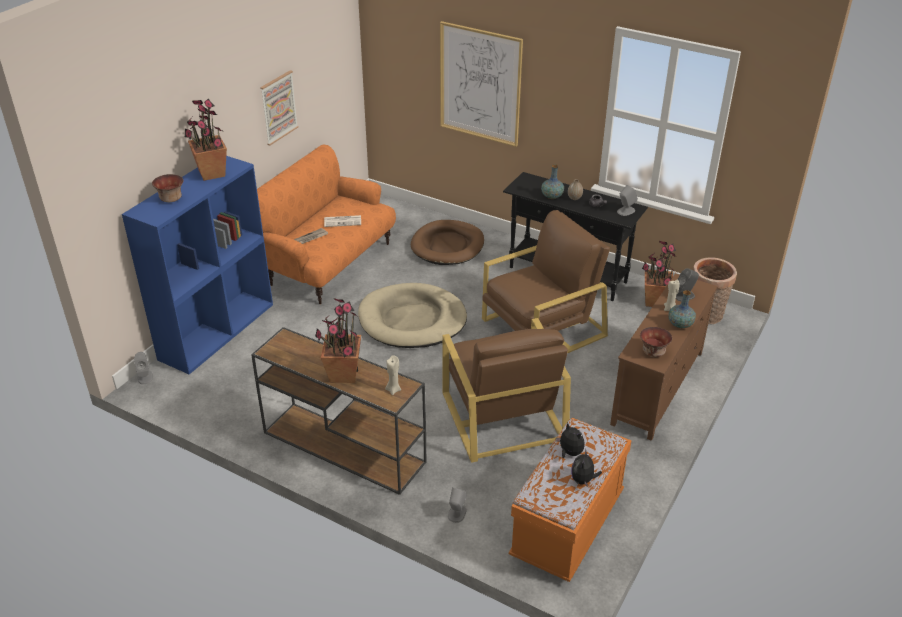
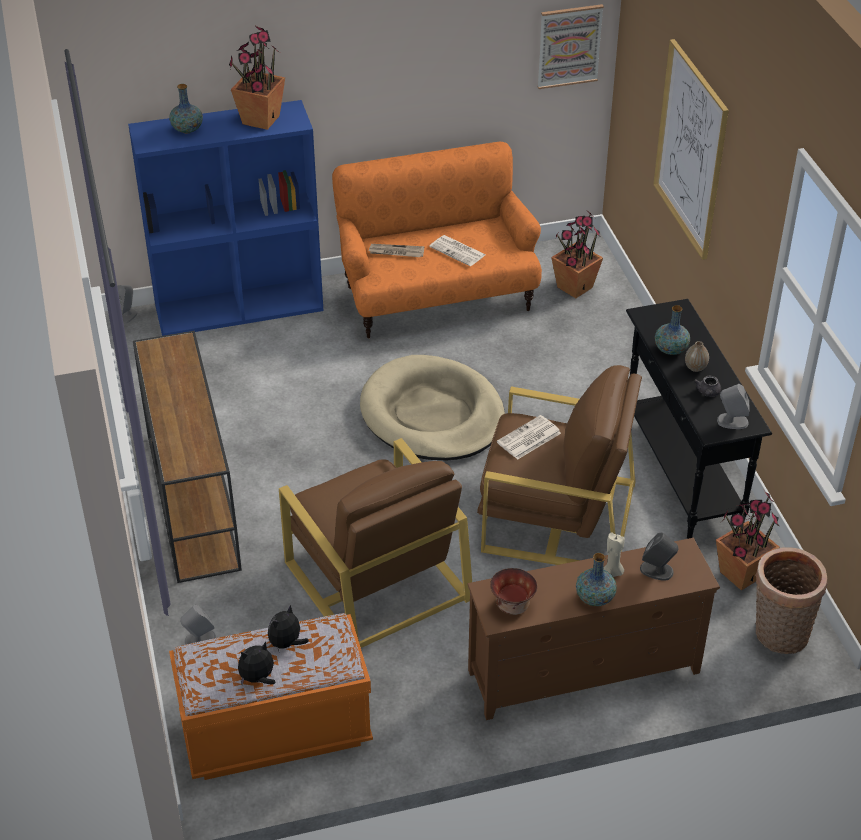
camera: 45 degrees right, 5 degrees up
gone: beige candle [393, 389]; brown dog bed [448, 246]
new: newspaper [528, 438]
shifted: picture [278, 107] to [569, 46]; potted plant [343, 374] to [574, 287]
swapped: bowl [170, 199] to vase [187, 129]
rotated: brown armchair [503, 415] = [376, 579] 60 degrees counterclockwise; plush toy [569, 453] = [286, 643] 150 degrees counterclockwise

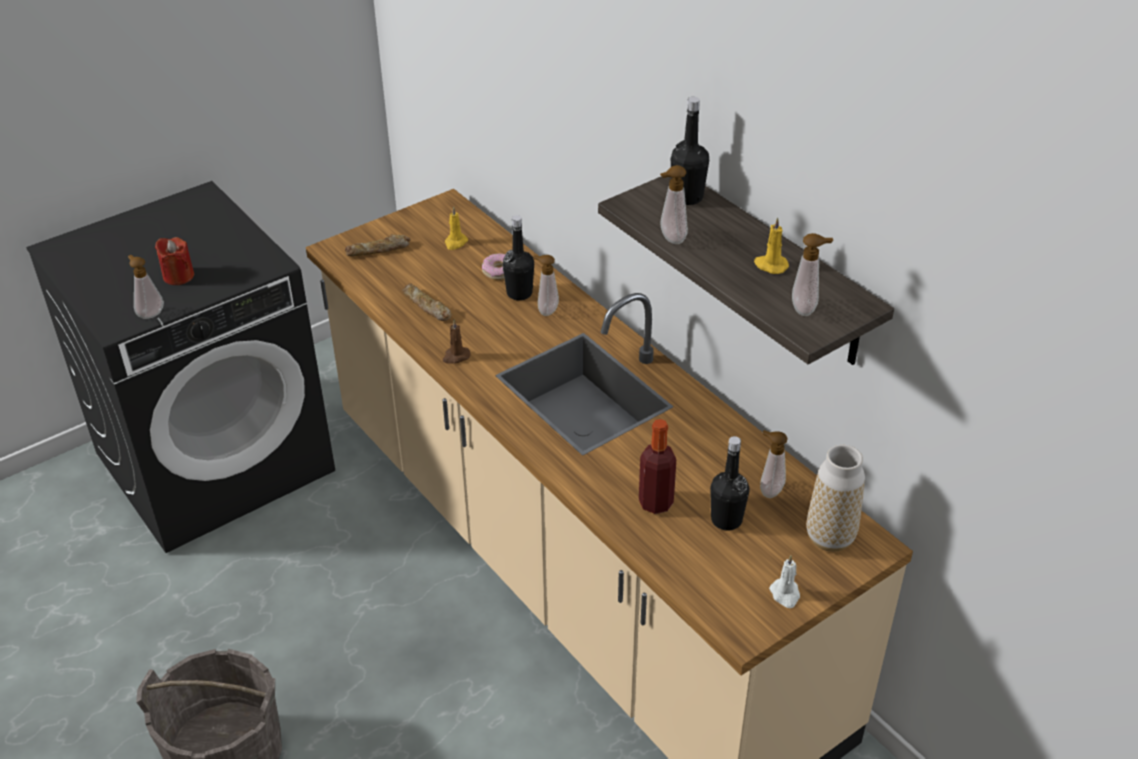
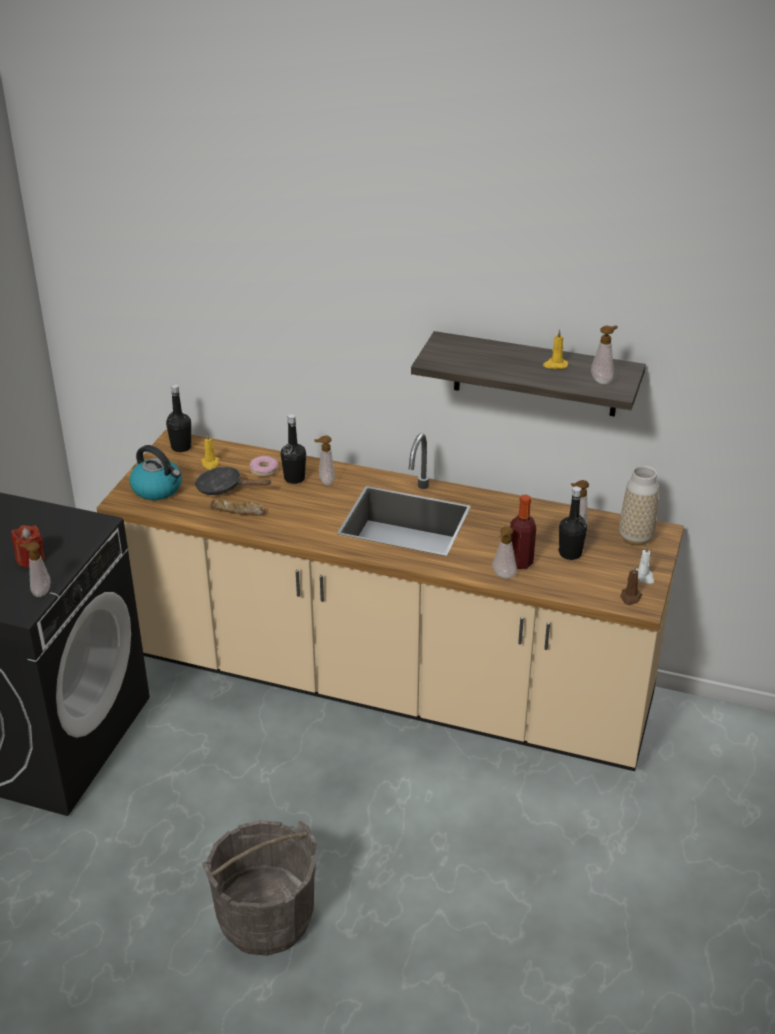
camera: 35 degrees left, 5 degrees down
new: black frying pan [224, 488]
shifted: brown candle [456, 356] to [630, 597]; soap dispenser [670, 239] to [502, 576]; black bottle [687, 197] to [181, 447]
swapped: bread [378, 250] to kettle [158, 489]

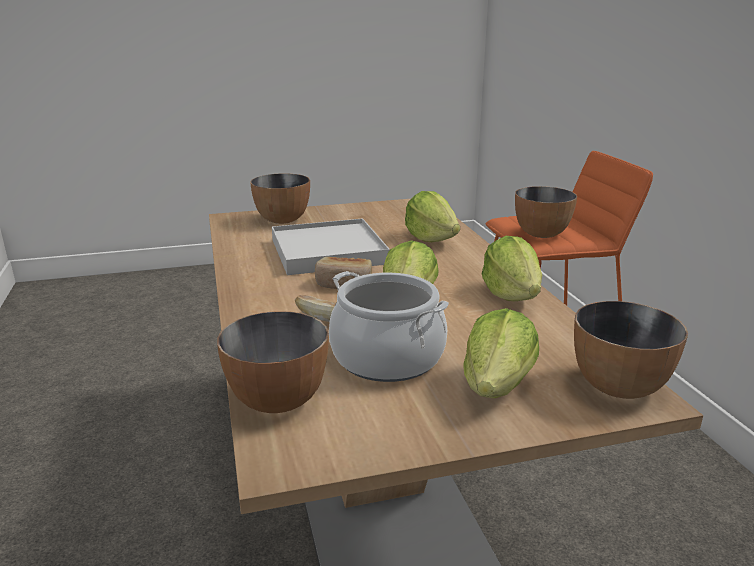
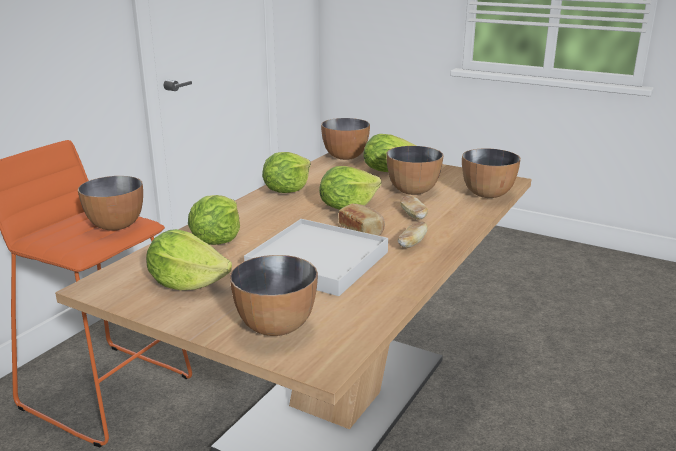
camera: 135 degrees left, 0 degrees up
new: lettuce [187, 284]; bread [412, 243]
swapped: cooking pot [387, 357] to bowl [412, 190]

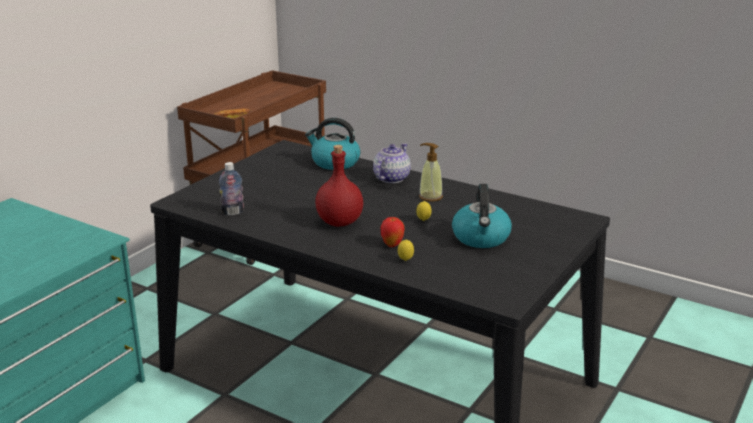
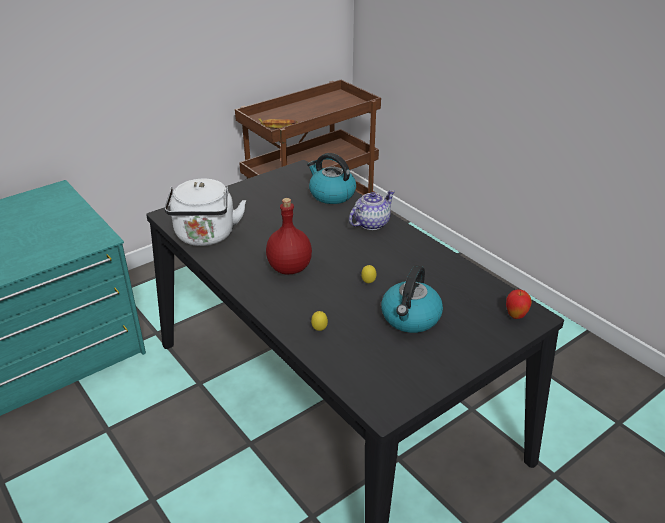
camera: 20 degrees right, 10 degrees up
gone: soap dispenser [430, 197]
shifted: apple [392, 245] to [516, 316]
swapped: bottle [233, 212] to white kettle [205, 237]

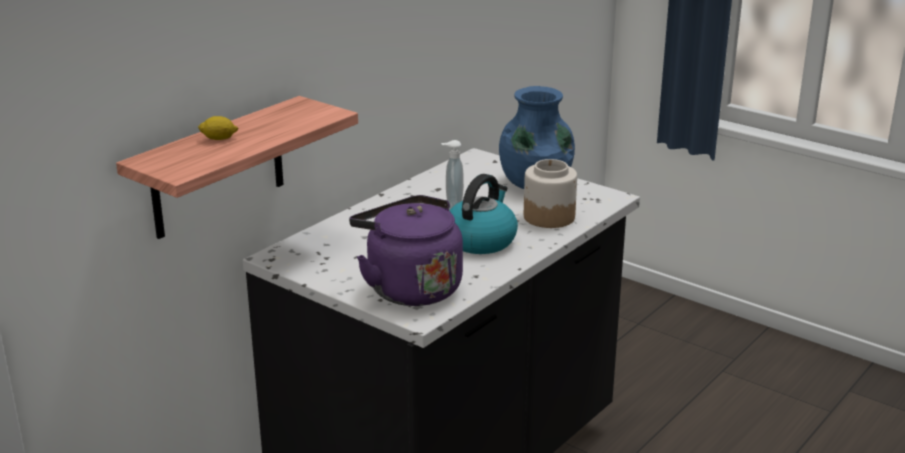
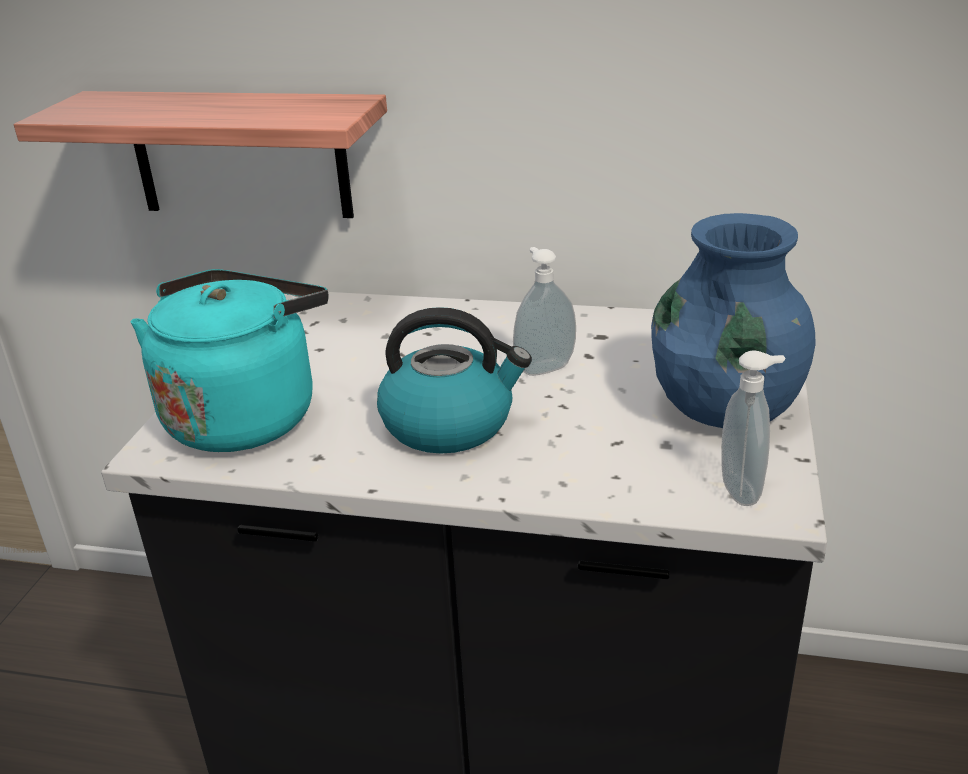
camera: 65 degrees right, 5 degrees up
gone: lemon [219, 139]; jar [549, 217]
new: soap dispenser [744, 490]
repainted: purple kettle [409, 288] to turquoise kettle [245, 415]

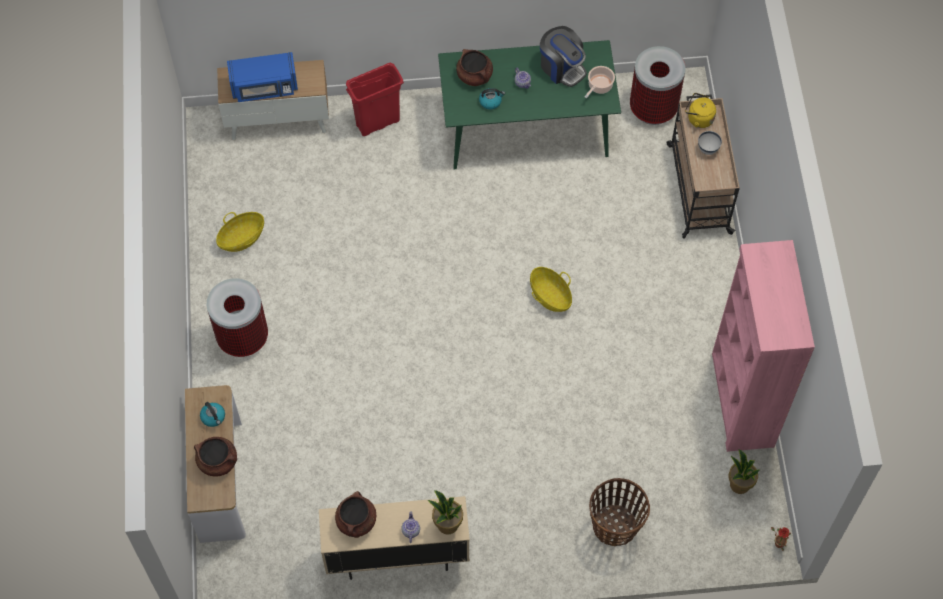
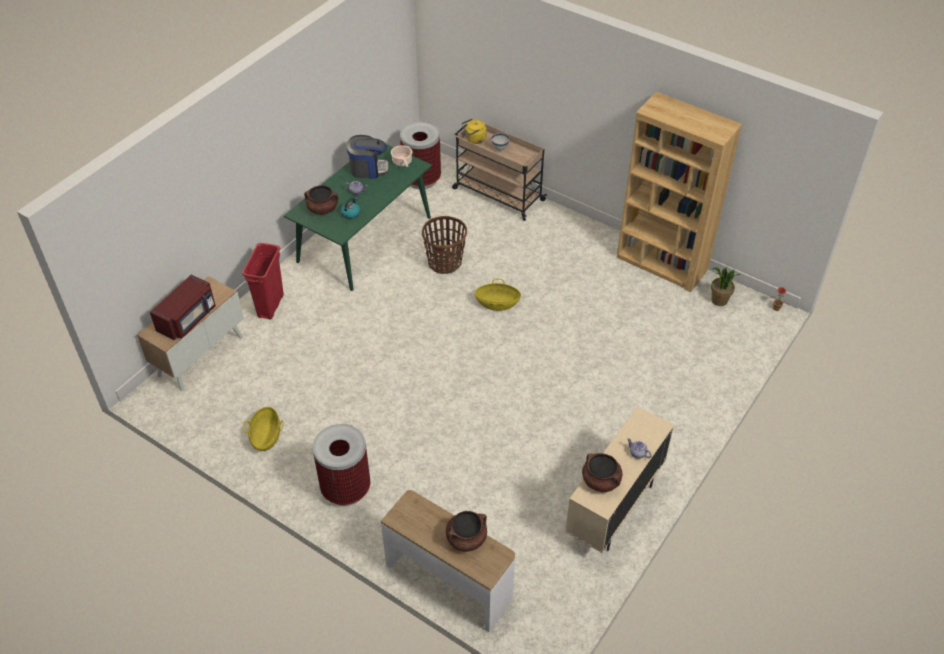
camera: 50 degrees left, 15 degrees down
gone: kettle [213, 417]; potted plant [447, 524]
shifted: basket [615, 526] to [445, 262]
repainted: blue microwave [264, 87] to red microwave [188, 319]; pink bookcase [741, 400] to brown bookcase [661, 264]

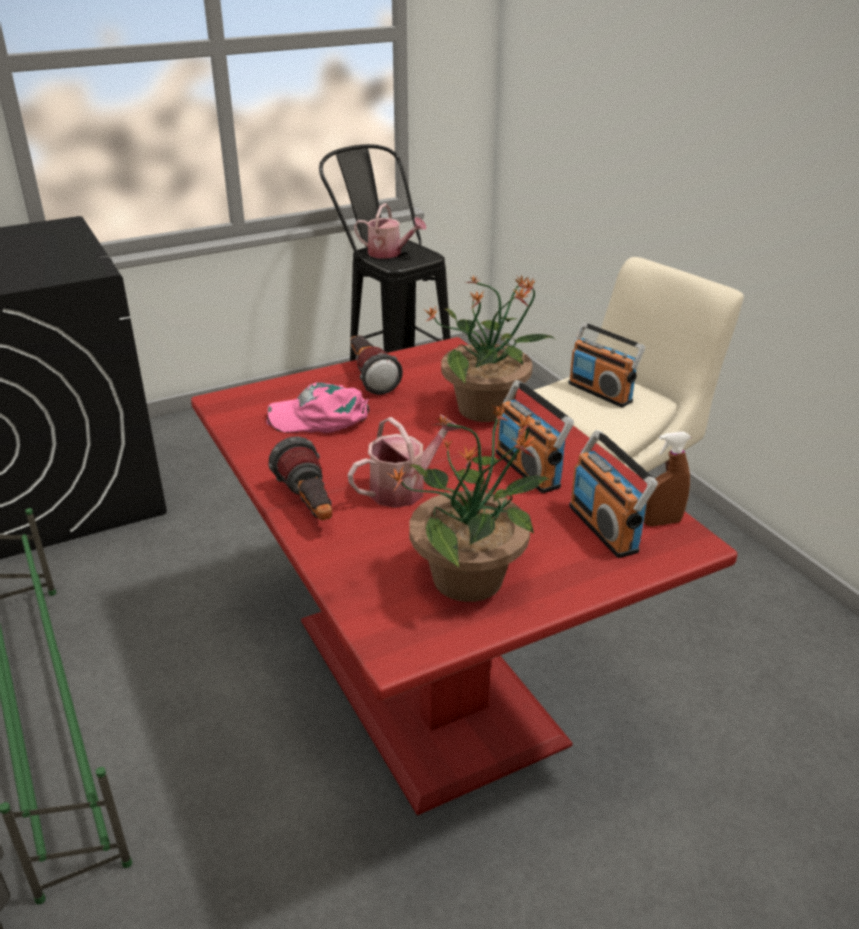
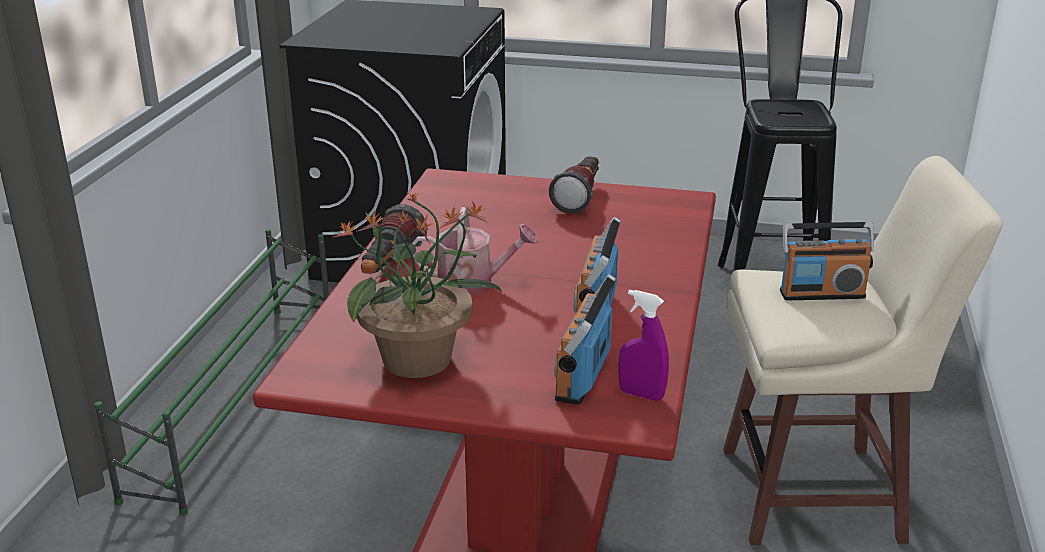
camera: 40 degrees right, 5 degrees down
gone: pink cap [320, 417]; watering can [389, 253]; potted plant [487, 408]
repainted: brown spray bottle [662, 522] to purple spray bottle [641, 394]
rotated: radio [600, 392] = [821, 294] 90 degrees counterclockwise

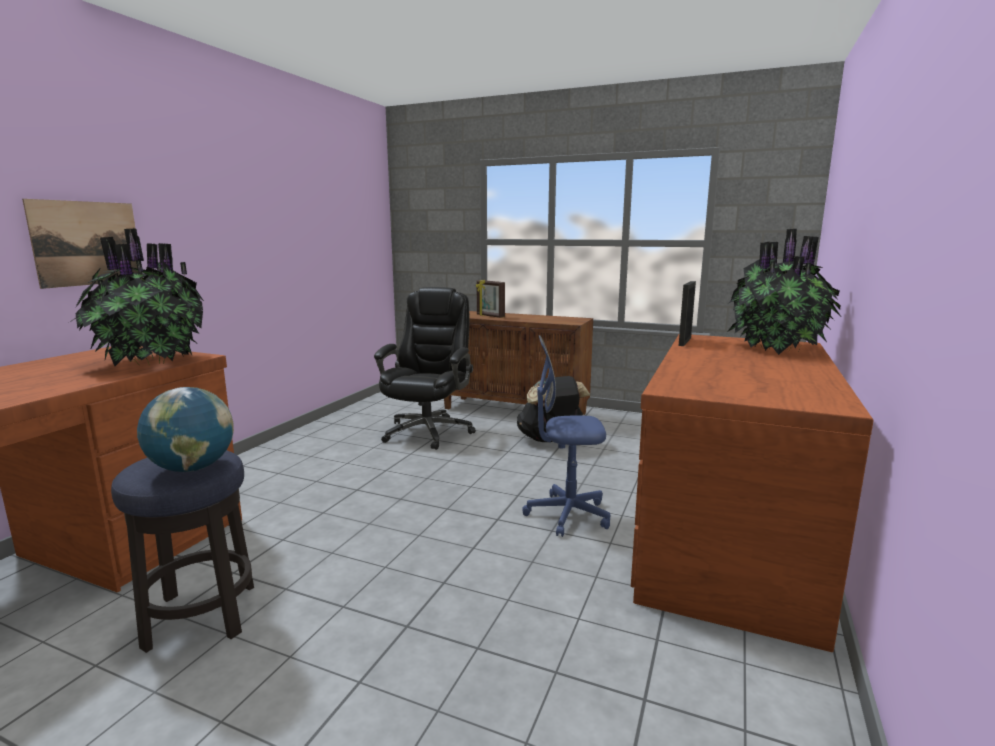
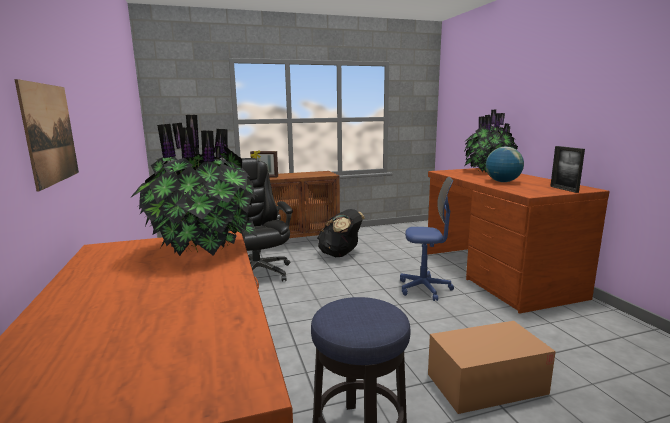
camera: 40 degrees left, 0 degrees up
new: cardboard box [486, 384]
shifted: globe [192, 468] to [502, 182]; picture frame [684, 341] to [564, 189]
rotated: blue office chair [567, 515] = [424, 289] 135 degrees counterclockwise

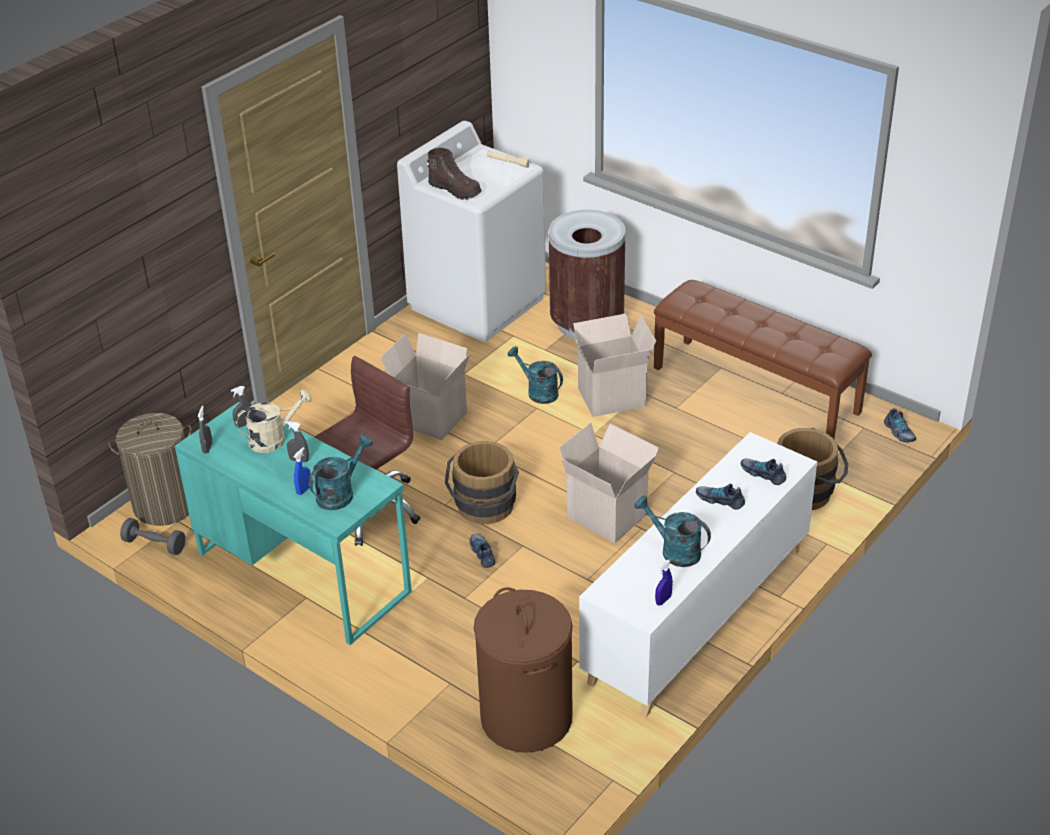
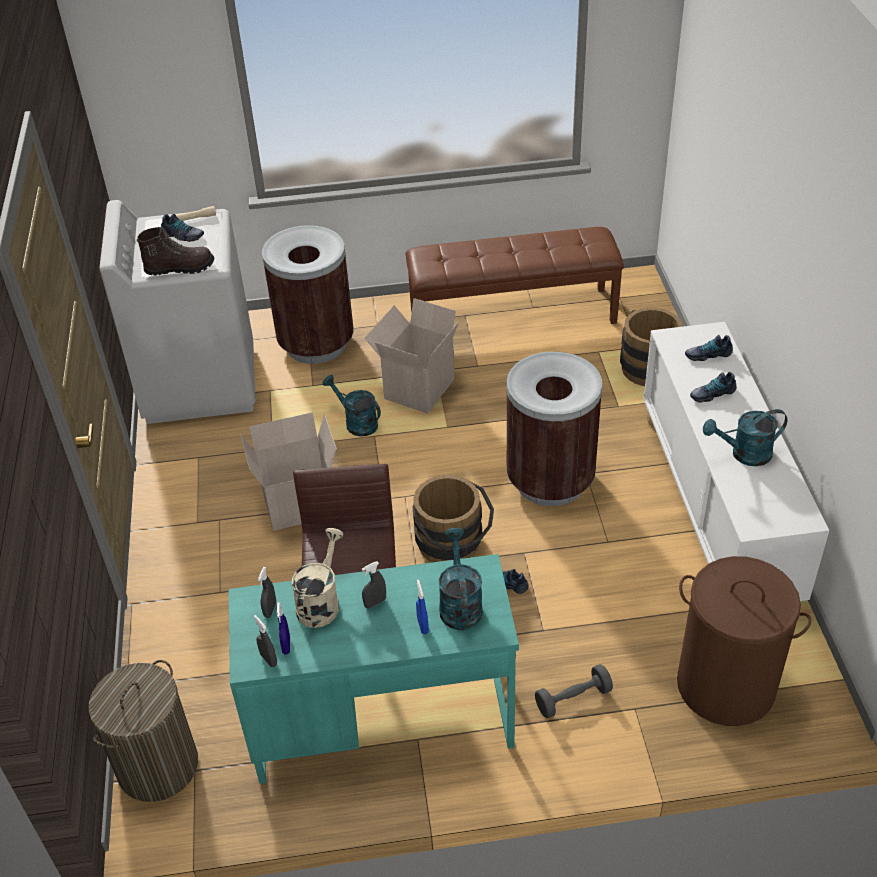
camera: 45 degrees left, 5 degrees up
shifted: grey dumbbell [154, 545] to [573, 699]; blue spray bottle [663, 600] to [286, 645]; shoe [899, 432] to [182, 236]
swapped: cardboard box [609, 515] to brown trash can [550, 480]
rotated: turquoise watering can [538, 392] = [356, 422] 45 degrees clockwise

